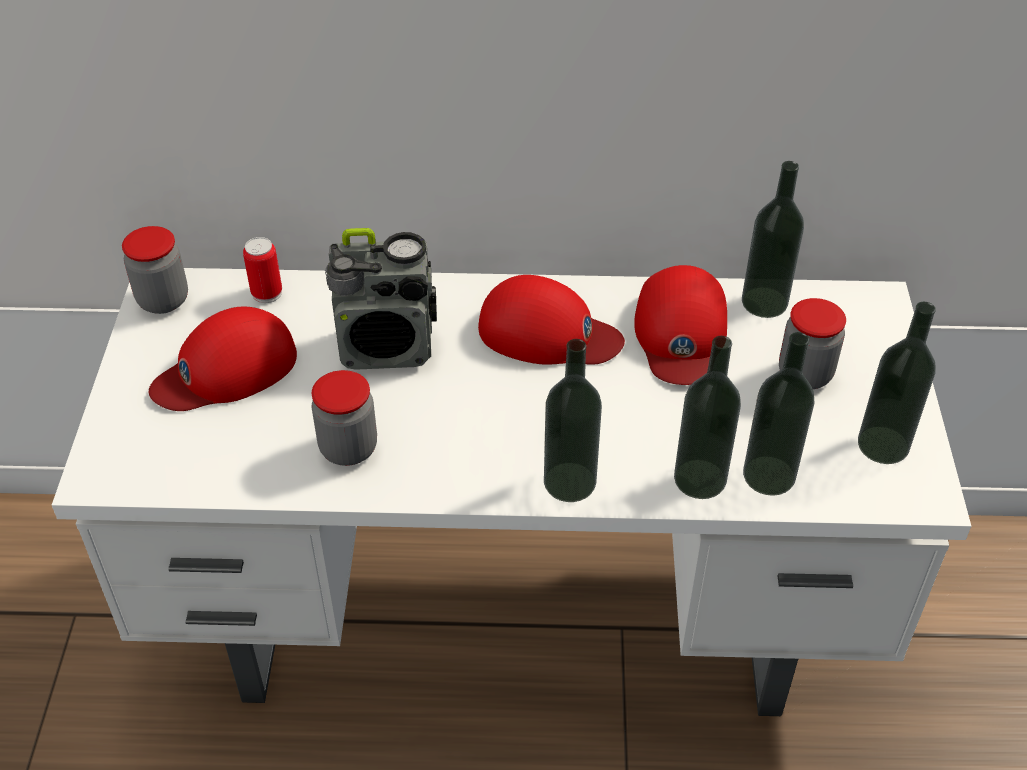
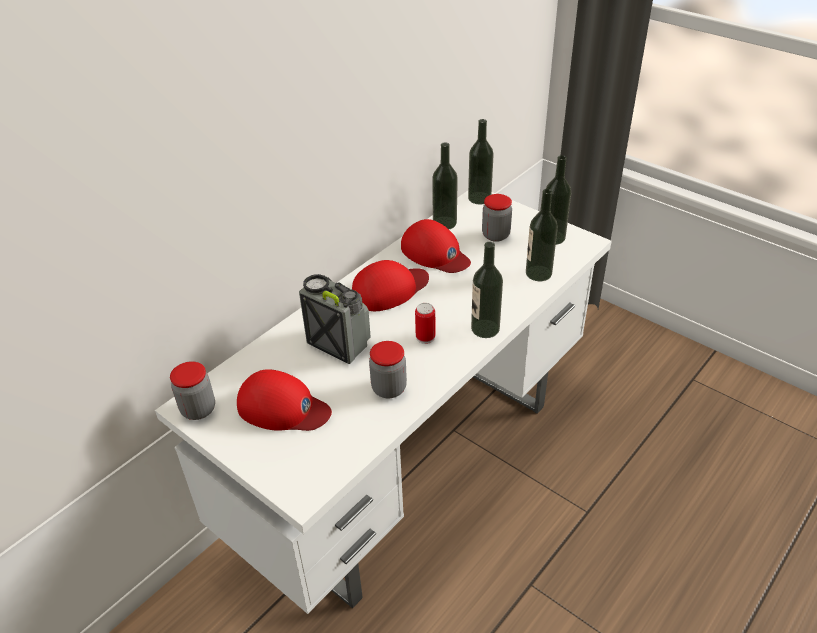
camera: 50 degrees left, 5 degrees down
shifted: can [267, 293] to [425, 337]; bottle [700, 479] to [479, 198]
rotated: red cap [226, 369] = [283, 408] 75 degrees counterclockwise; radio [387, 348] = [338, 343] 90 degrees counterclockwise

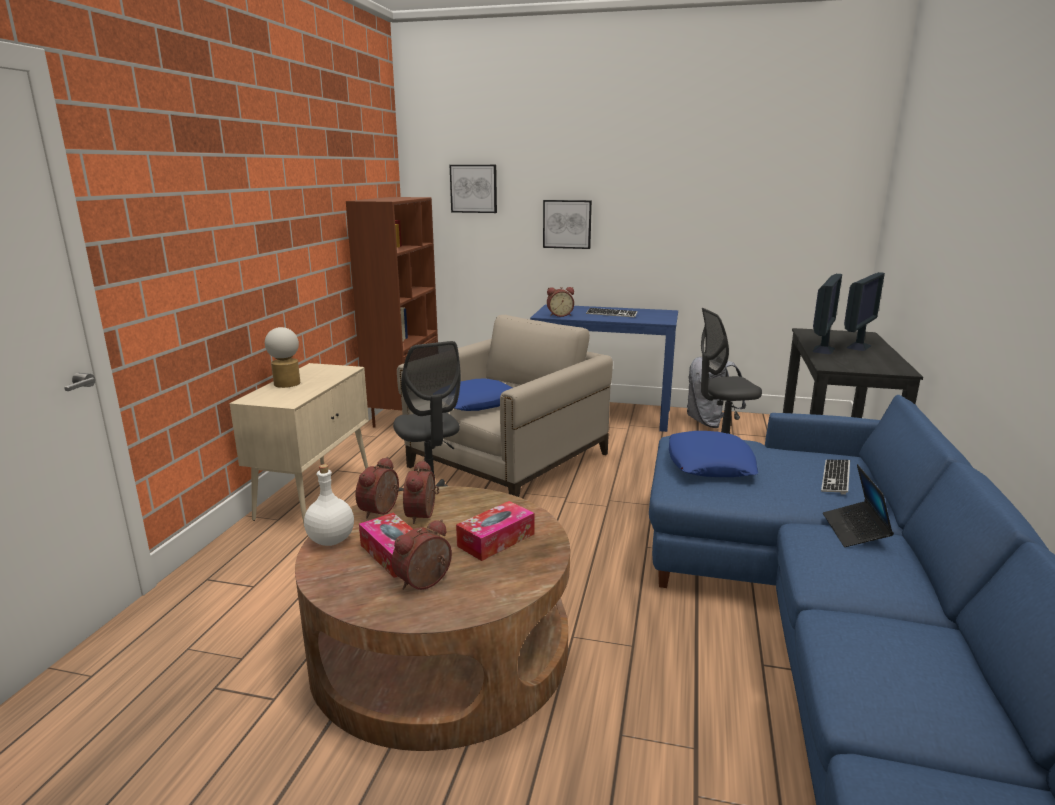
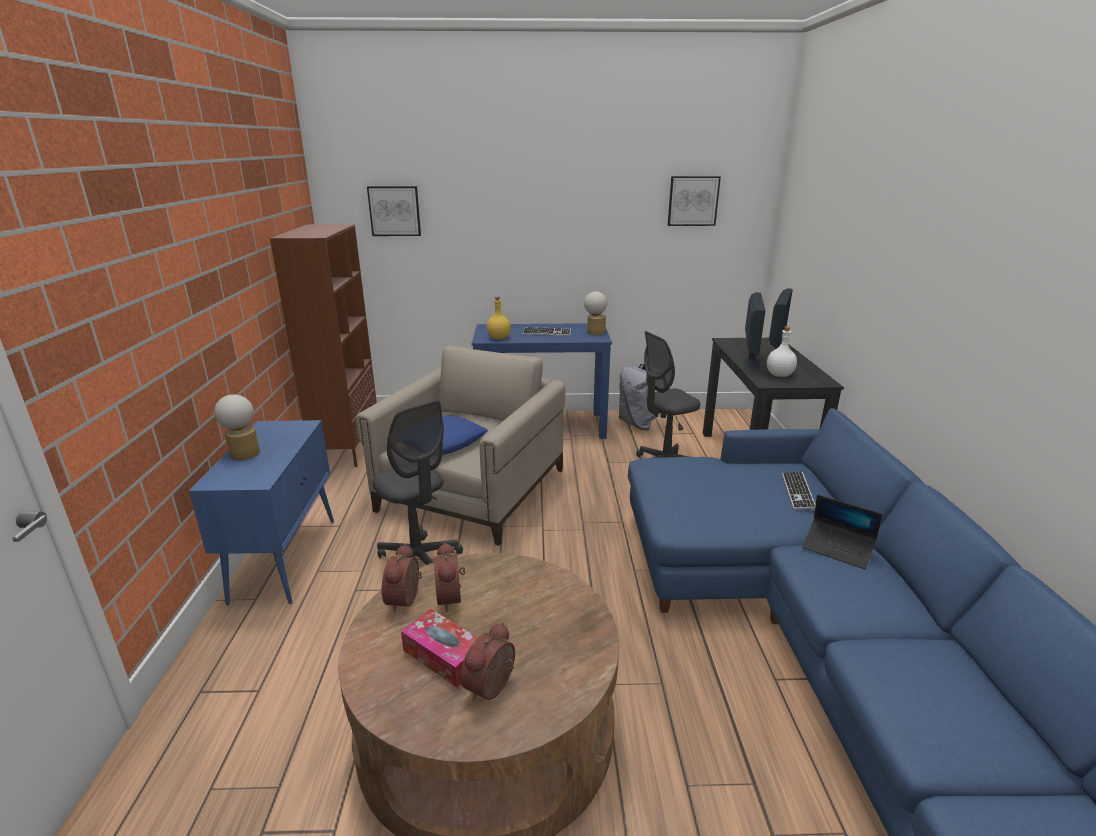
camera: 15 degrees left, 5 degrees up
gone: tissue box [496, 540]; blue pillow [710, 463]
new: table lamp [595, 332]
shifted: white bottle [332, 540] to [779, 375]; picture [567, 224] to [693, 201]
swapped: alarm clock [559, 315] to yellow bottle [498, 338]
repainted: beige cabinet [315, 493] to blue cabinet [285, 558]
rotated: laptop [855, 531] = [837, 549] 45 degrees counterclockwise

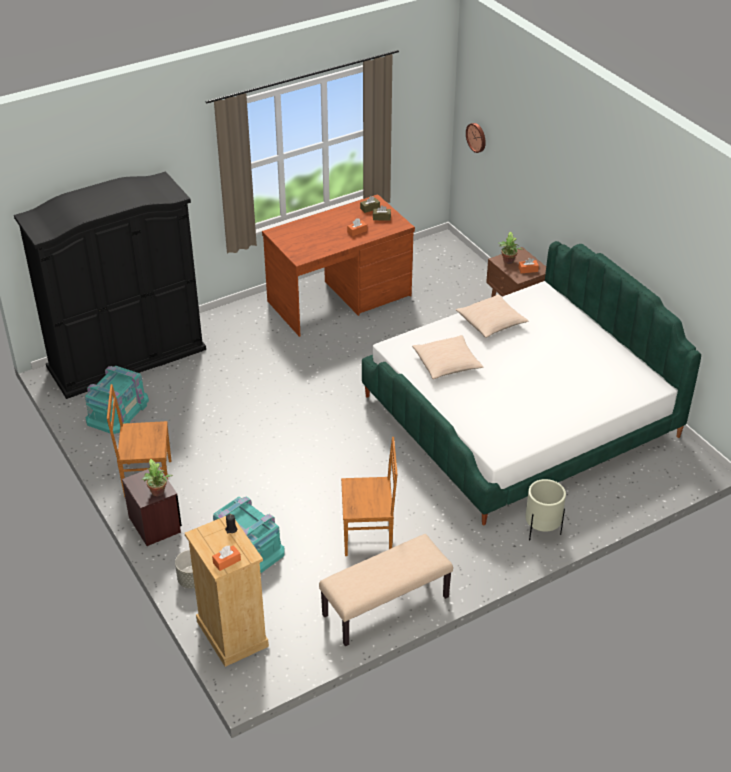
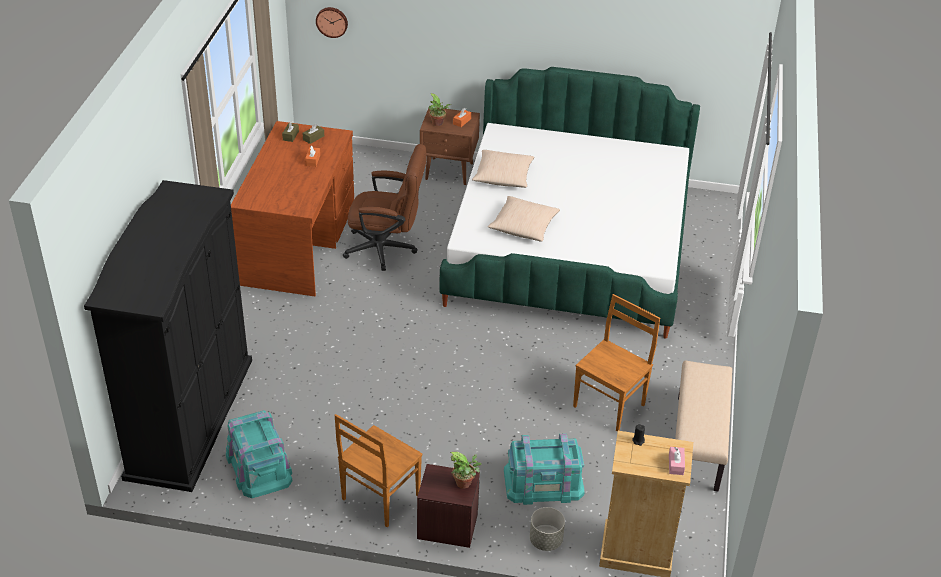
camera: 50 degrees left, 0 degrees up
gone: beige planter [542, 530]
new: brown office chair [387, 249]
repainted: orange tissue box [227, 561] to pink tissue box [676, 464]

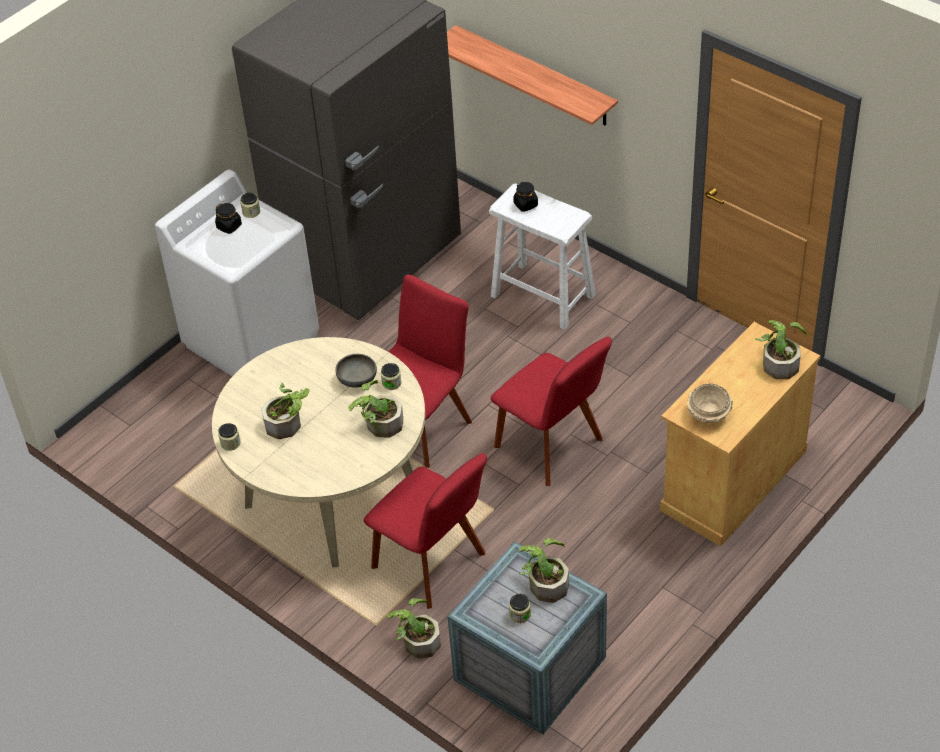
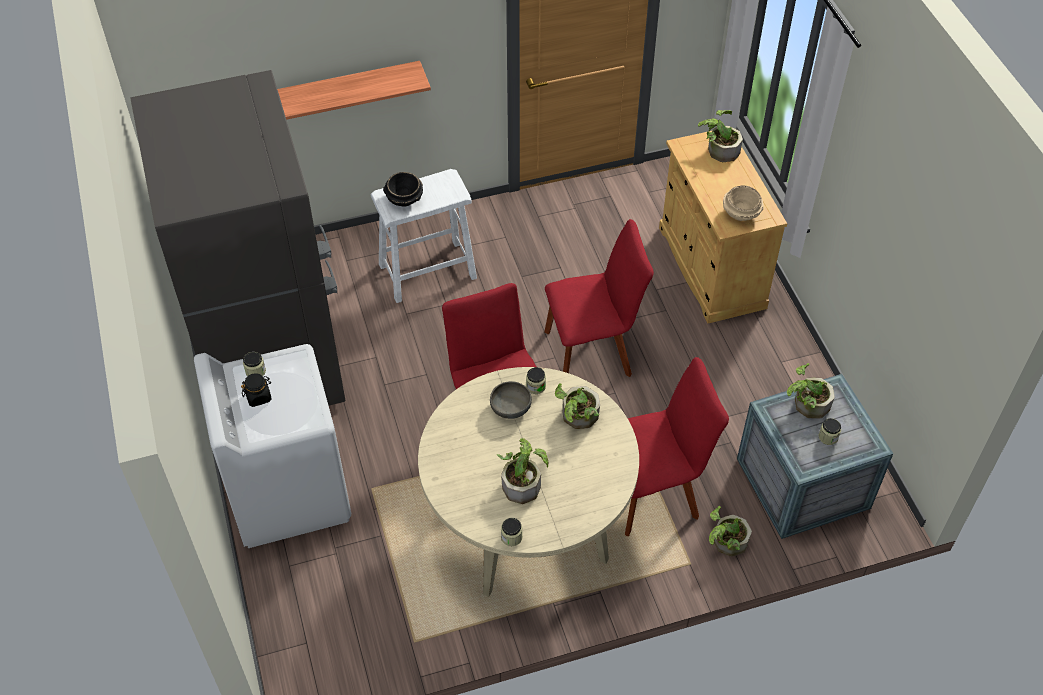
camera: 60 degrees left, 5 degrees up
swapped: black jar [525, 204] to black bowl [404, 199]

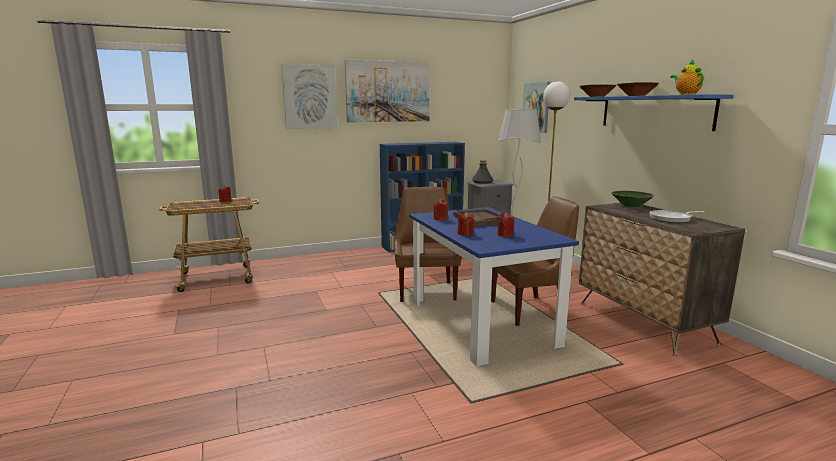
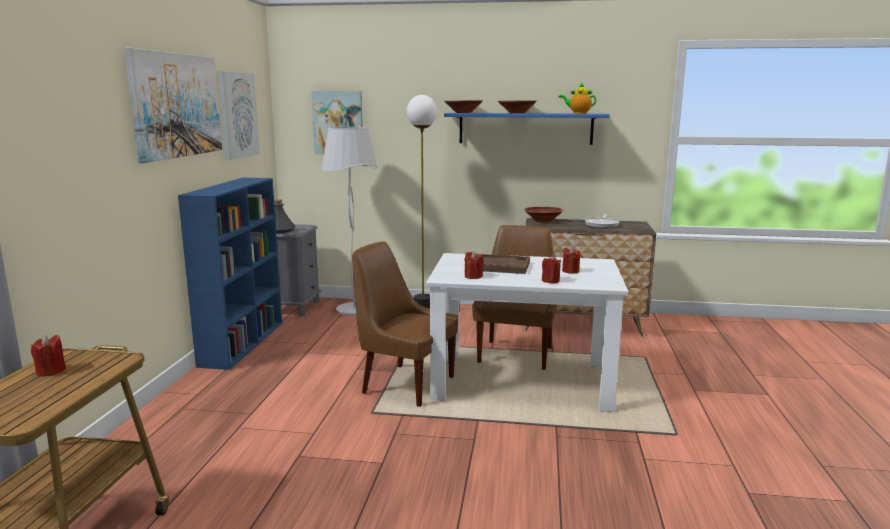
camera: 60 degrees left, 0 degrees up
shifted: picture [310, 97] to [237, 115]
repainted: blue dining table [481, 323] to white dining table [522, 382]; green bowl [631, 205] to brown bowl [543, 221]

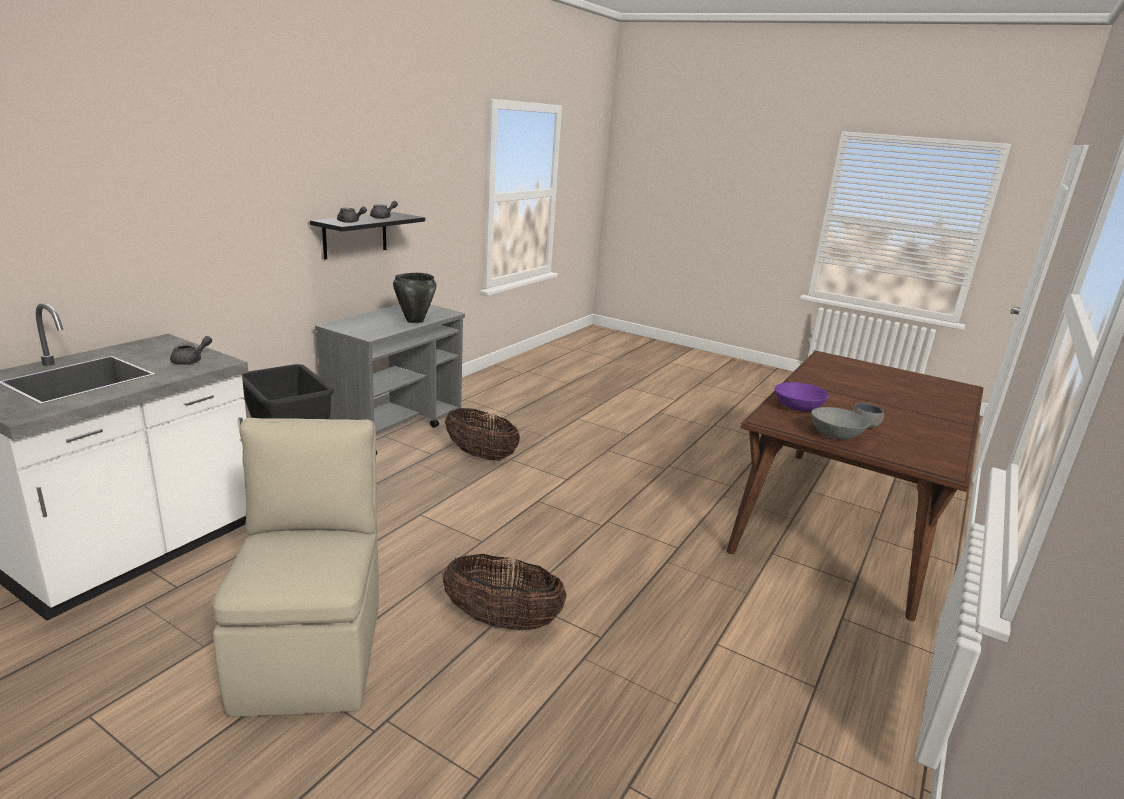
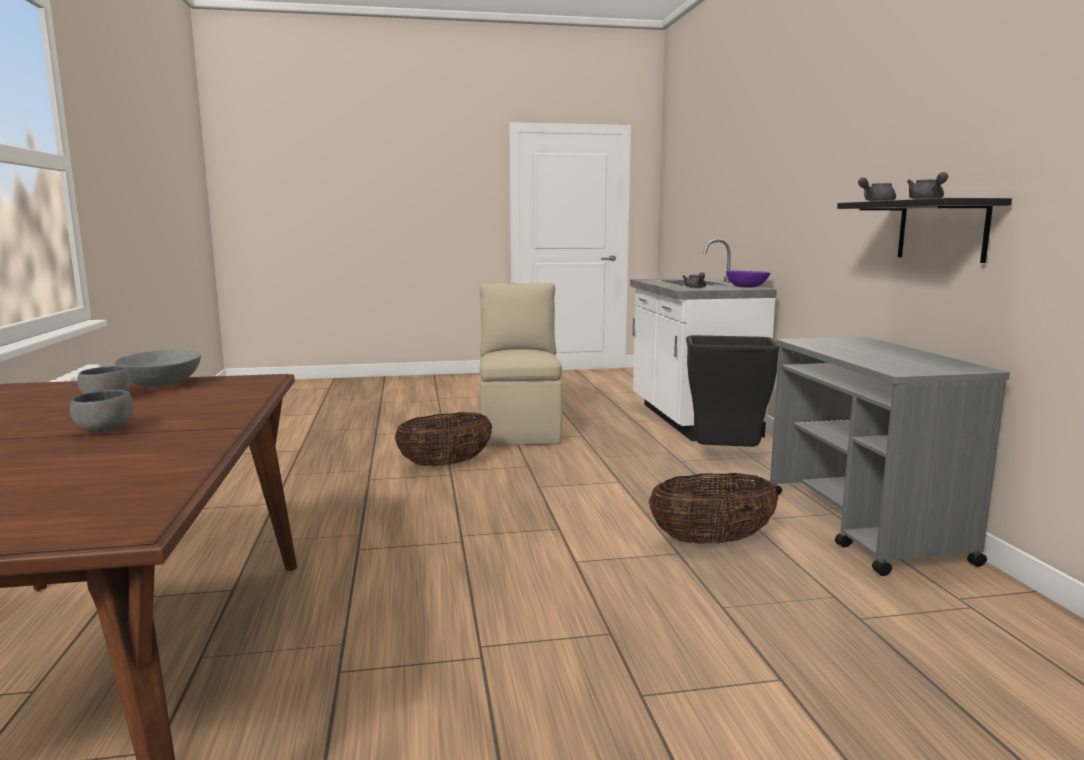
camera: 140 degrees right, 10 degrees down
gone: black cooking pot [414, 320]
new: grey bowl [103, 431]
shifted: purple bowl [798, 407] to [747, 287]
rotated: beige chair [312, 651] = [520, 430] 135 degrees counterclockwise

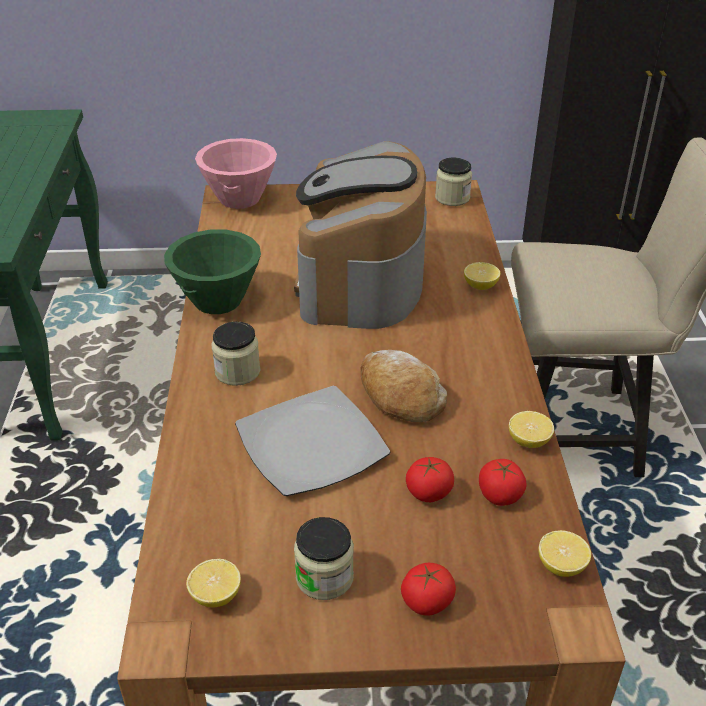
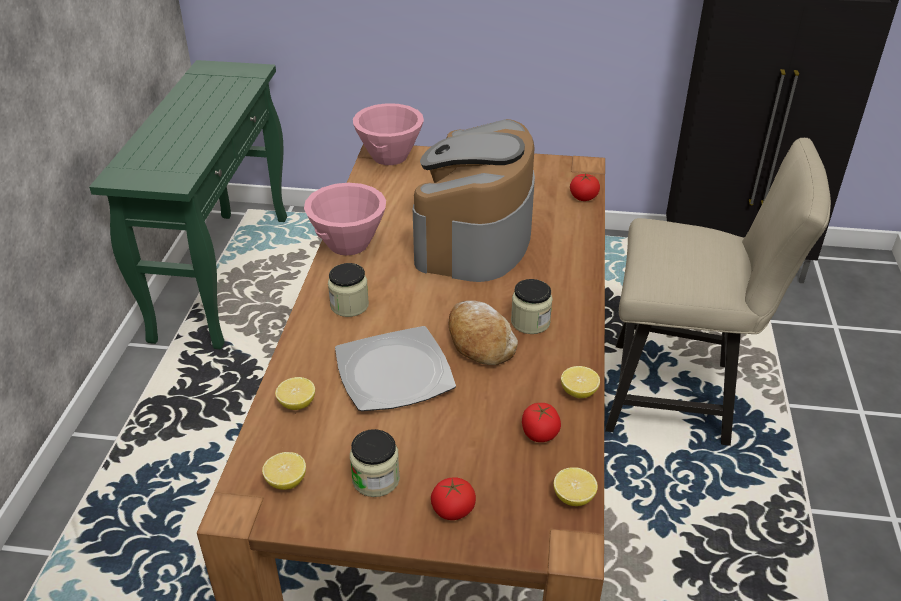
camera: 10 degrees right, 0 degrees up
shifted: tomato [429, 492] to [583, 197]; jar [452, 198] to [530, 322]; lemon [480, 286] to [297, 403]
repainted: green bowl [217, 300] to pink bowl [347, 243]

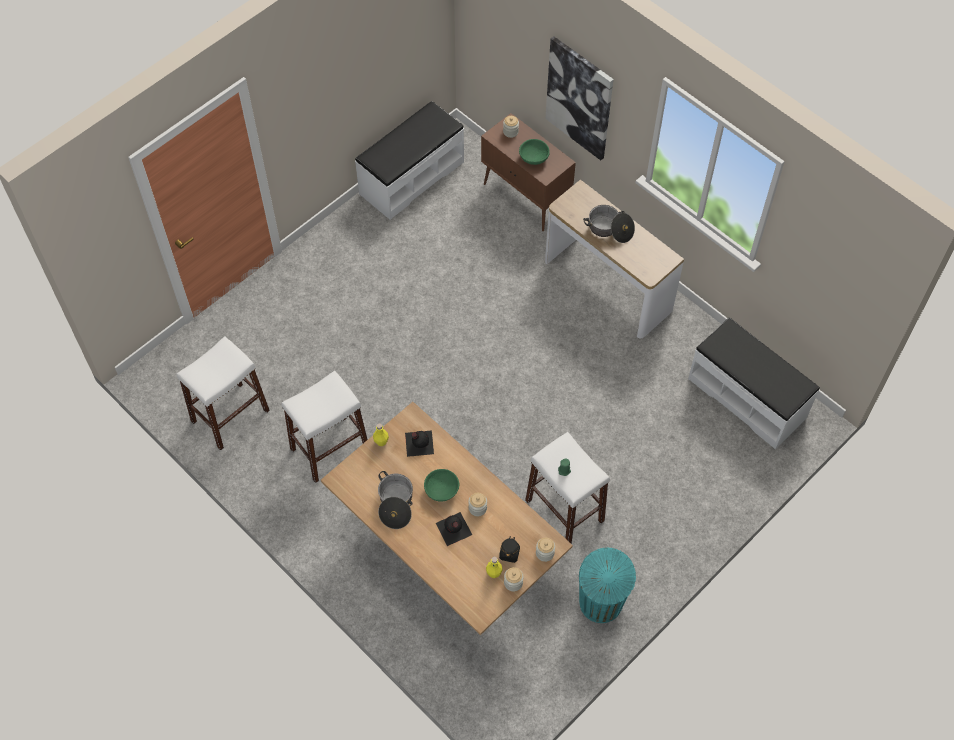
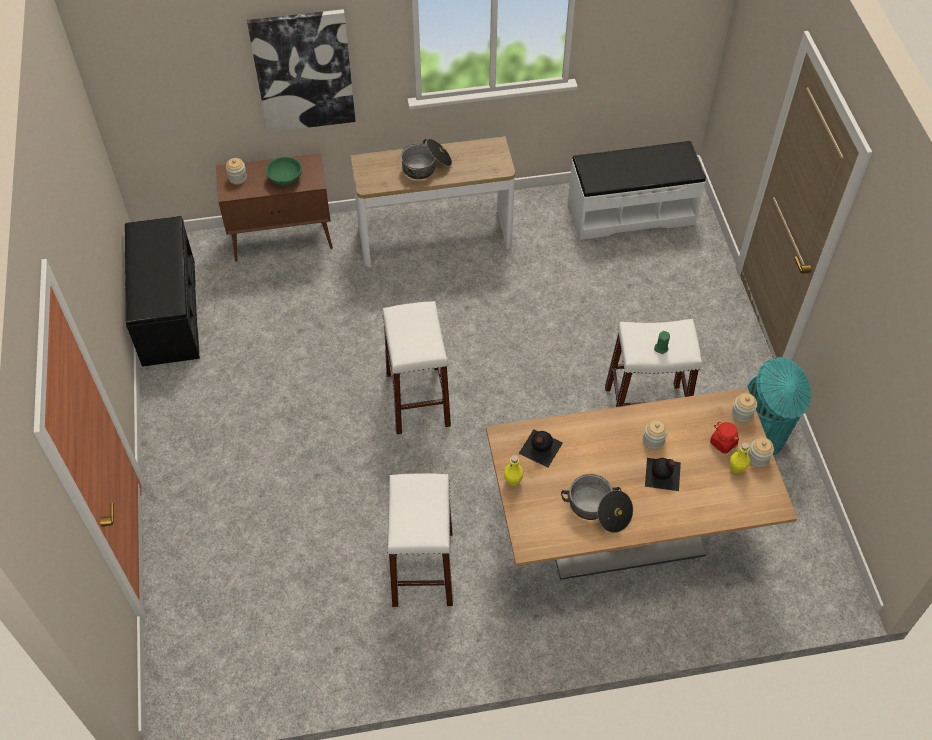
camera: 55 degrees left, 5 degrees down
gone: green bowl [441, 489]
shifted: white stool [230, 416] to [418, 399]
repainted: white bench [411, 177] to black bench [168, 312]; black jar [509, 553] to red jar [723, 443]

